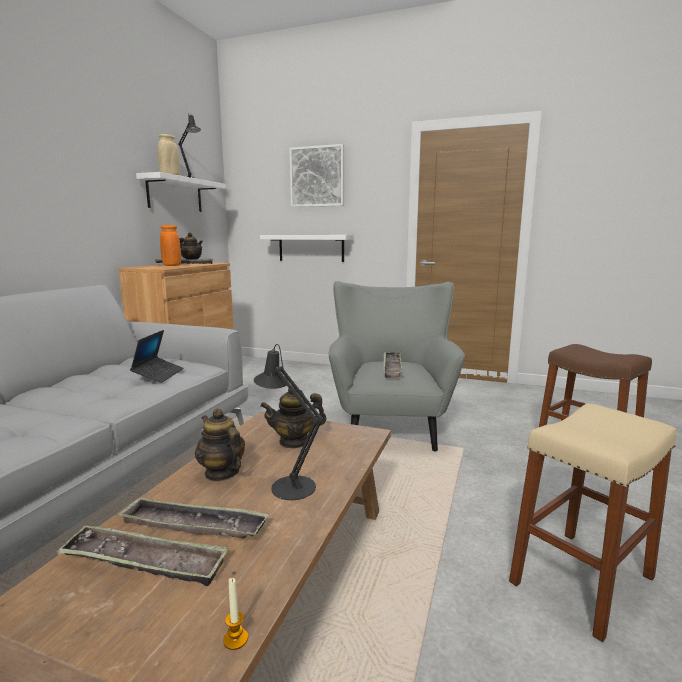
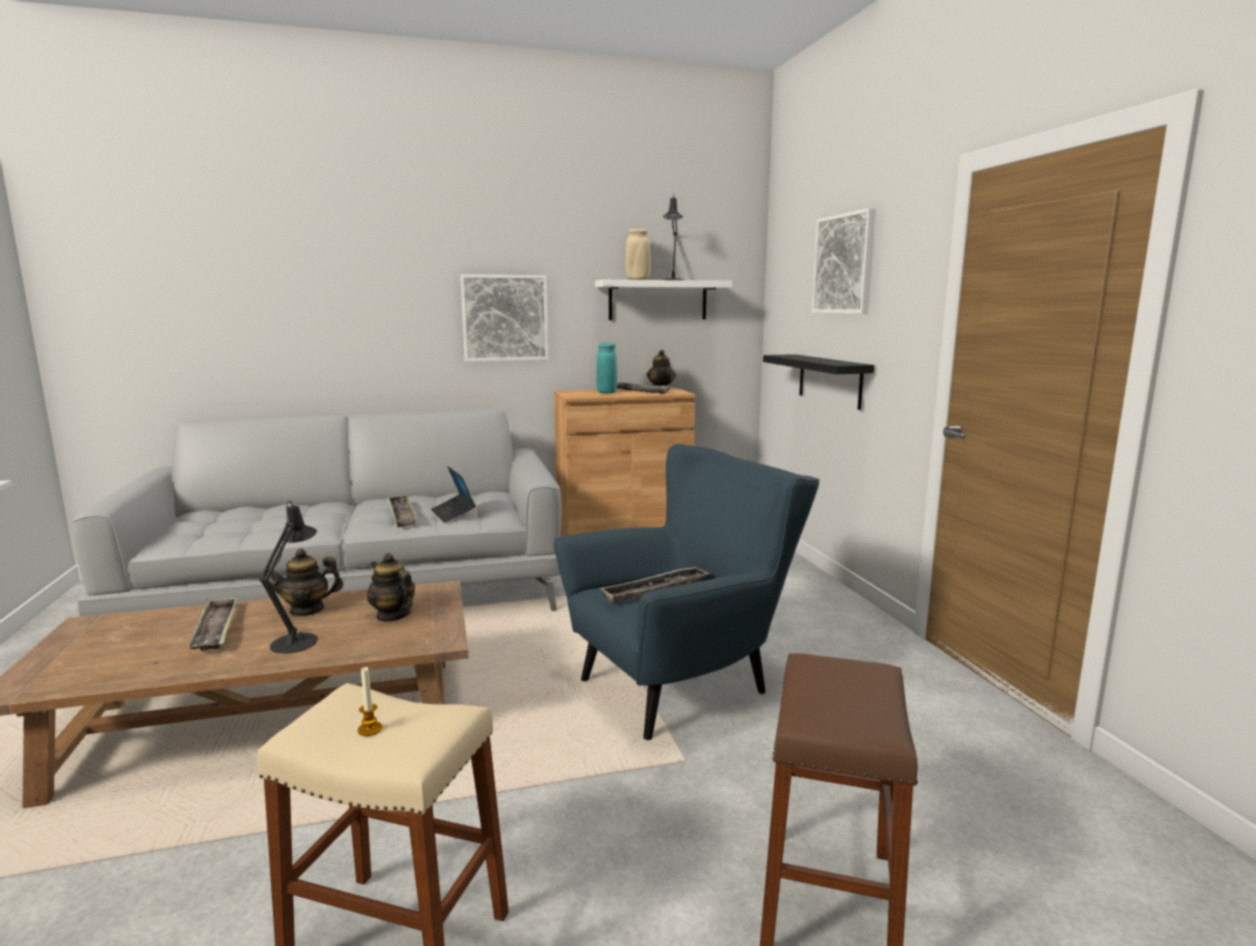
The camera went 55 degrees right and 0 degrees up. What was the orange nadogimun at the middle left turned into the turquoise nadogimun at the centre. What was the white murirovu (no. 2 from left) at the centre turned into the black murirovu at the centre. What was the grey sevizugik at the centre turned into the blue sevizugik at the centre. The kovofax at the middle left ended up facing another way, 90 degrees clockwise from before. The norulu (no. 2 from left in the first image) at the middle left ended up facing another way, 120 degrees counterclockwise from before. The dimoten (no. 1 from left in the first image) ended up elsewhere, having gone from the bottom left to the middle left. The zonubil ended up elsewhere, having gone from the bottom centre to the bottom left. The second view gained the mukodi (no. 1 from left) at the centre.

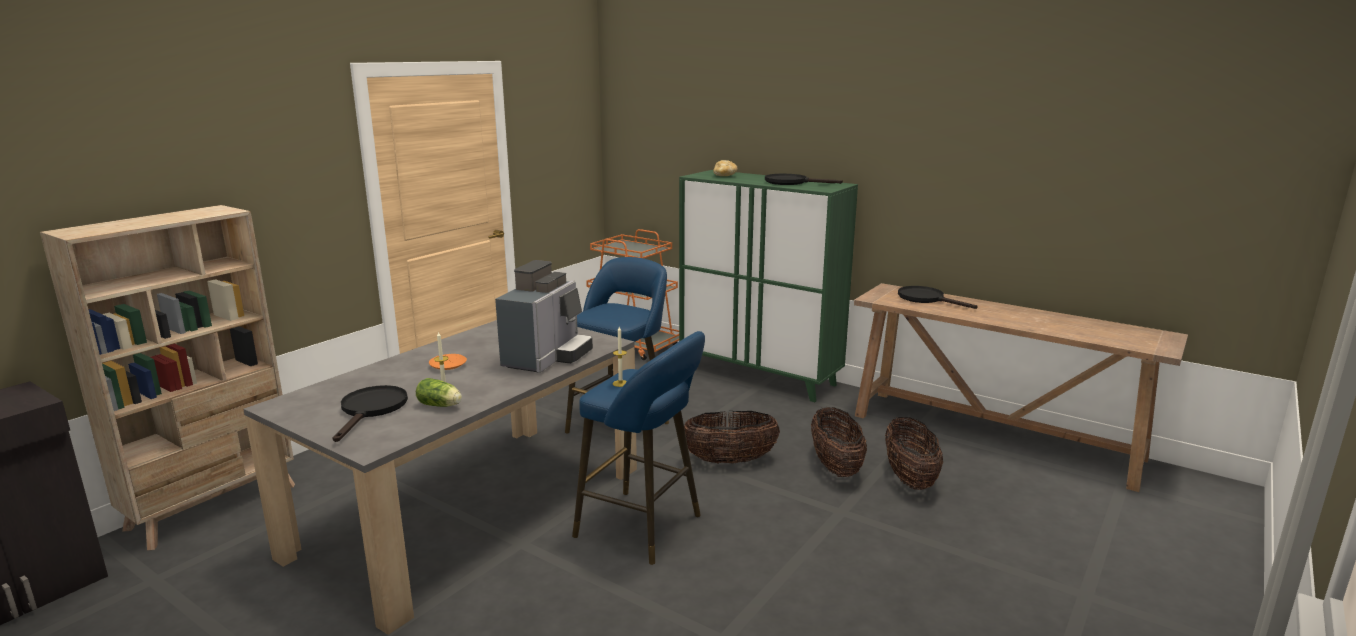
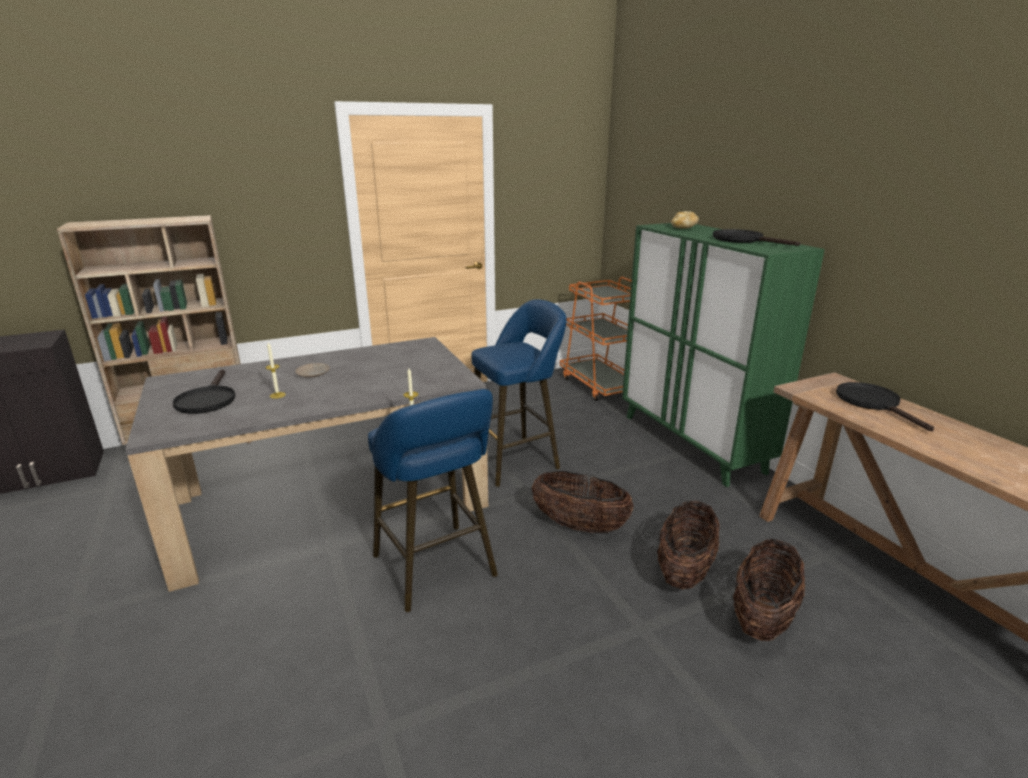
The camera went 30 degrees right and 5 degrees up. The second view lost the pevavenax at the centre. What was the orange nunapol at the middle left turned into the beige nunapol at the middle left. The second view lost the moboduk at the middle left. The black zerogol (no. 1 from left) at the middle left ended up facing another way, 135 degrees clockwise from before.

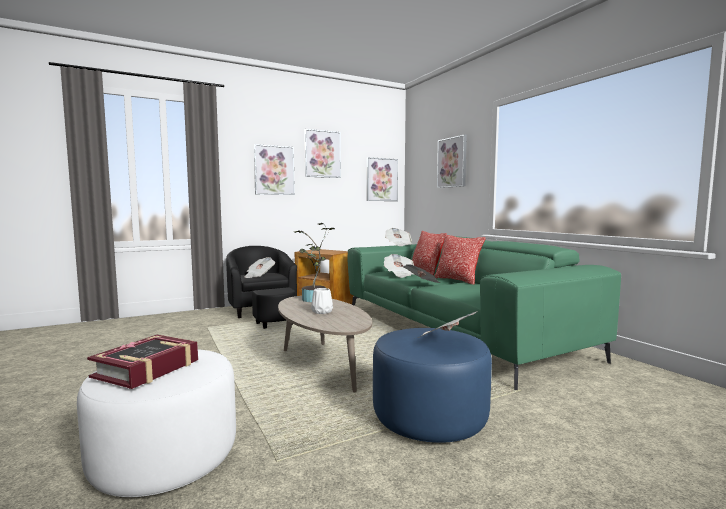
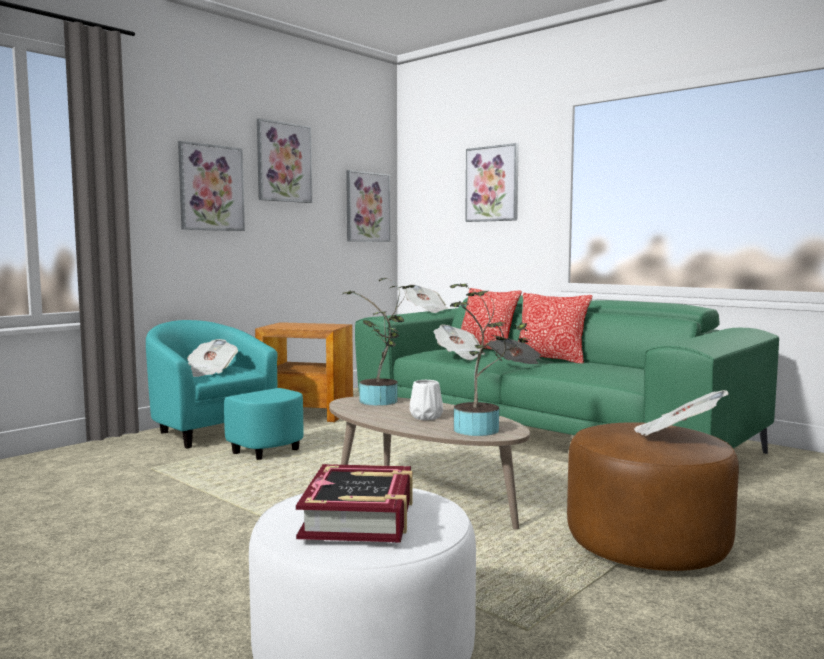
The camera went 20 degrees left and 0 degrees up. What was the black sevizugik at the centre turned into the turquoise sevizugik at the middle left. What was the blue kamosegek at the bottom centre turned into the brown kamosegek at the bottom right. The second view gained the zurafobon (no. 2 from left) at the centre.

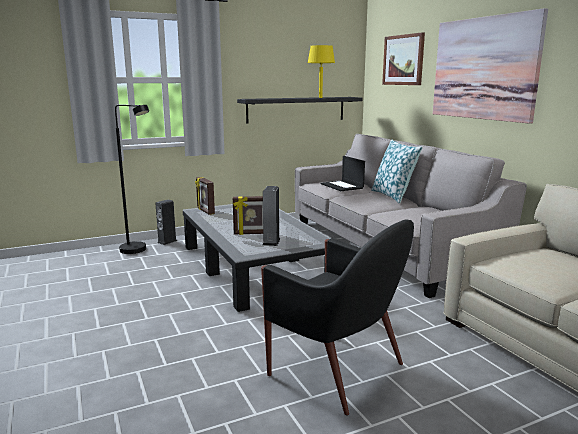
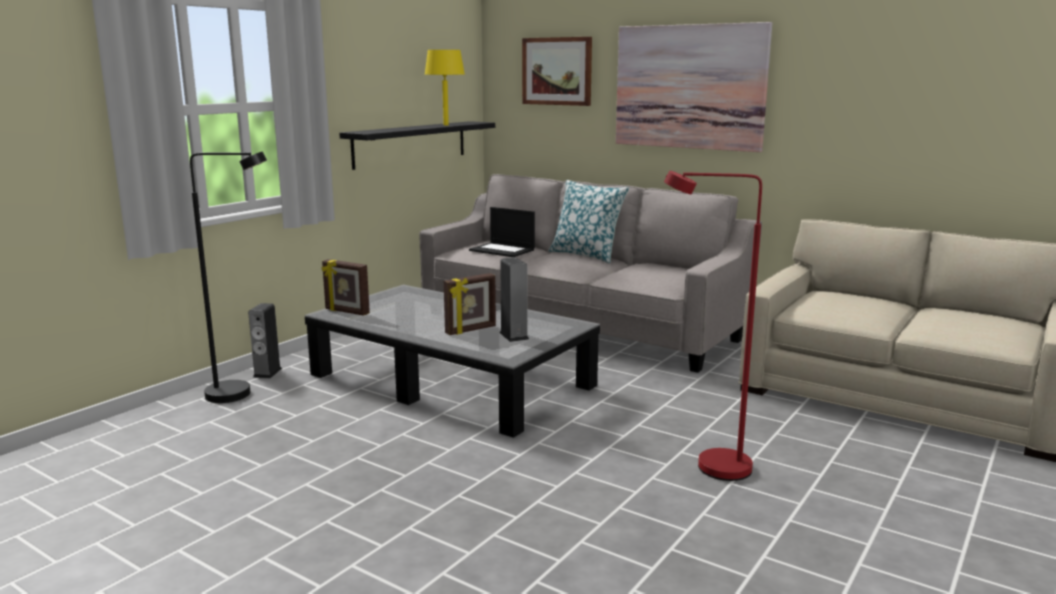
The camera went 30 degrees left and 0 degrees up. Where the black sevizugik stood at the bottom centre, the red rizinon came to stand at the middle right.

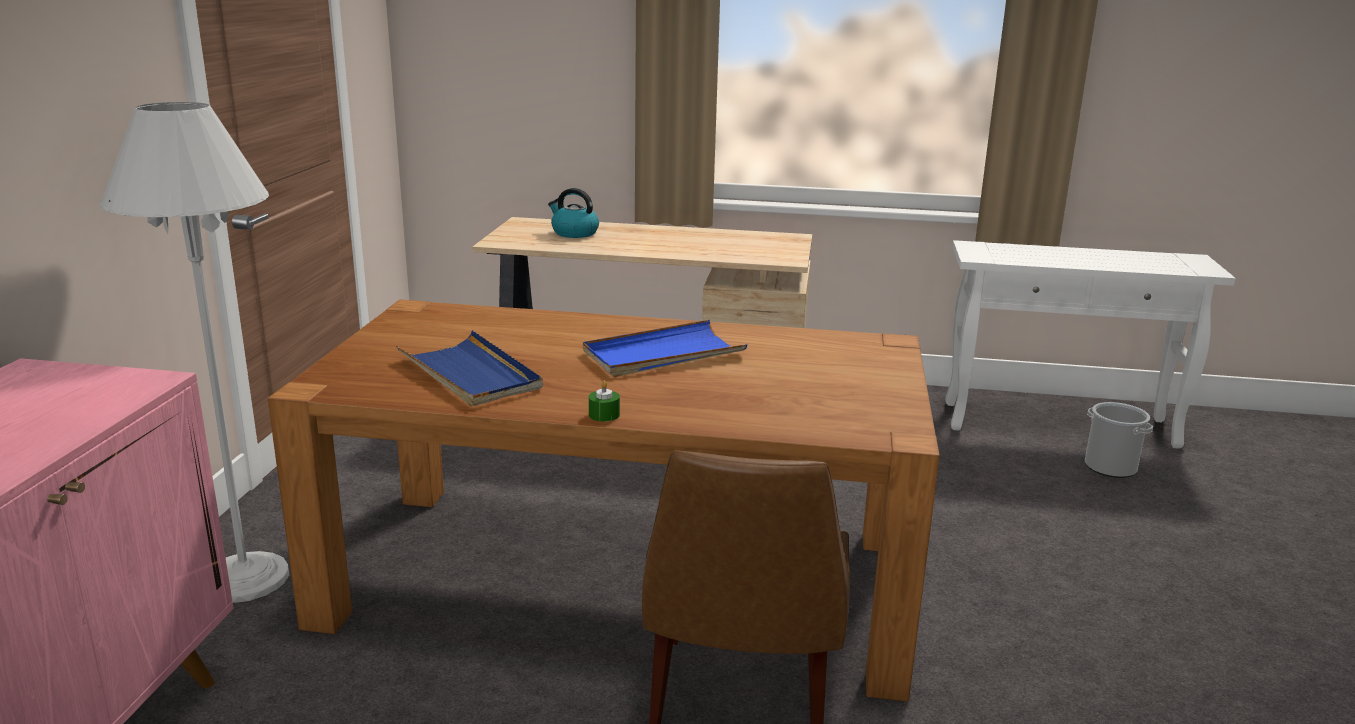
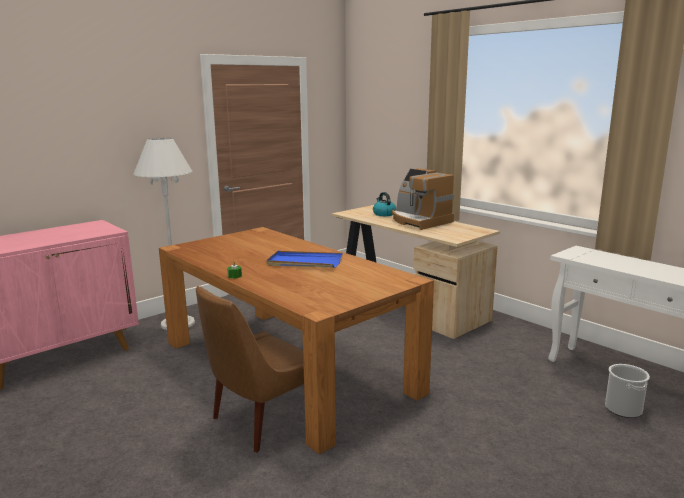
The camera went 40 degrees right and 5 degrees down. The second view lost the blue dimoten (no. 1 from left) at the centre. The second view gained the pevavenax at the centre.

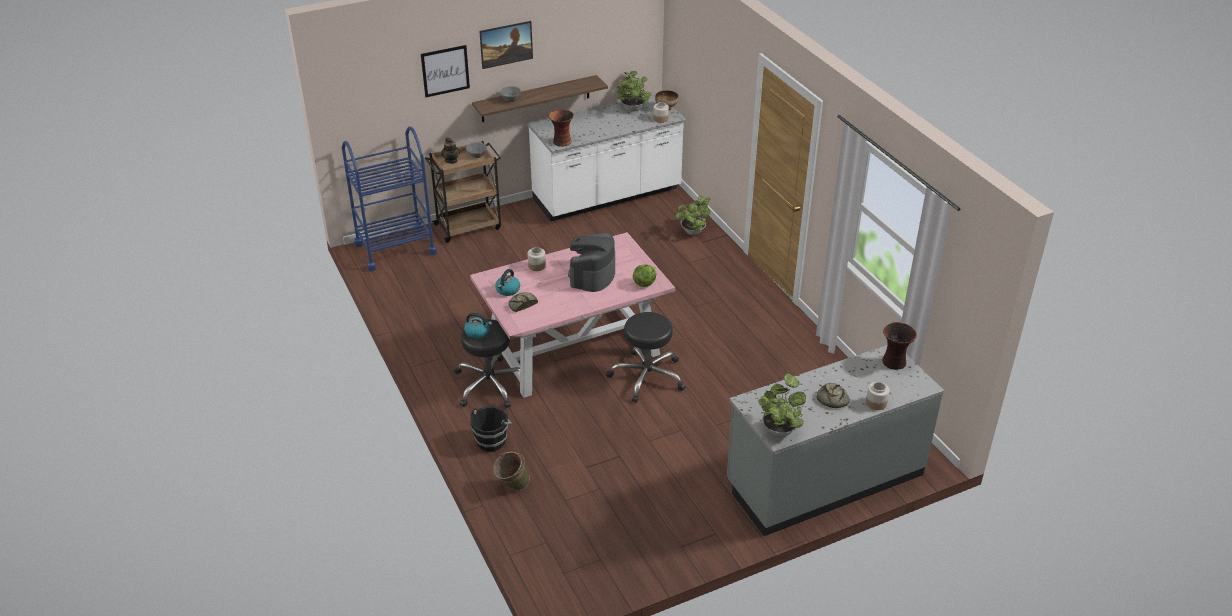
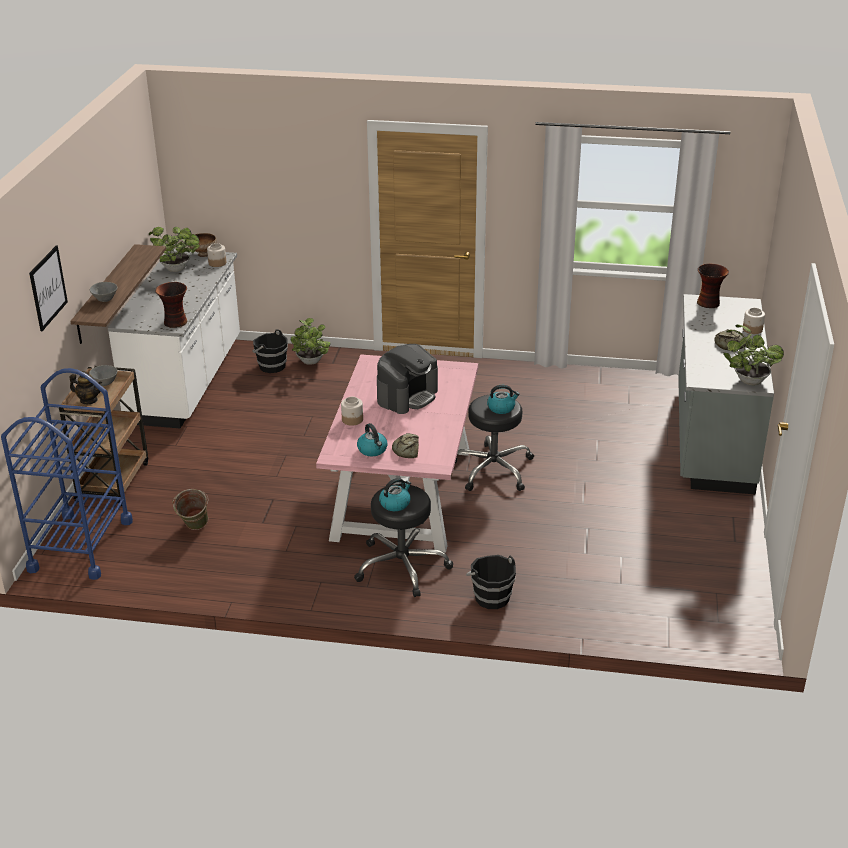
The camera went 55 degrees left and 5 degrees down. The second view lost the mukodi (no. 2 from left) at the top centre. The pevavenax at the centre ended up facing another way, 105 degrees counterclockwise from before. The second view lost the moboduk at the centre. The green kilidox ended up elsewhere, having gone from the bottom centre to the middle left. The second view gained the black kilidox (no. 1 from left) at the middle left. The second view gained the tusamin (no. 3 from left) at the centre.

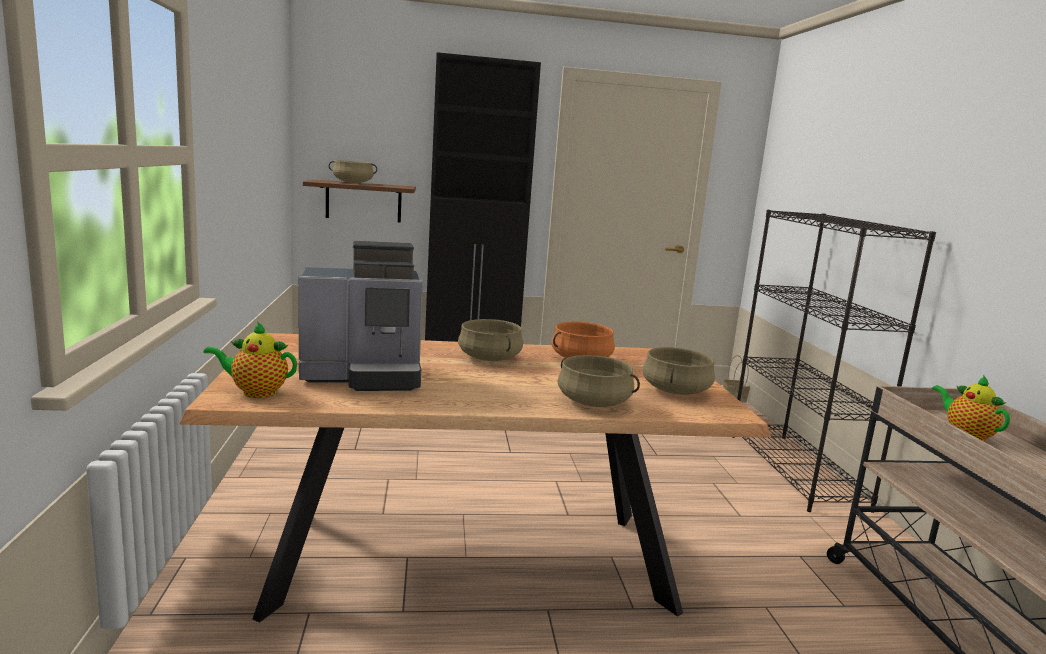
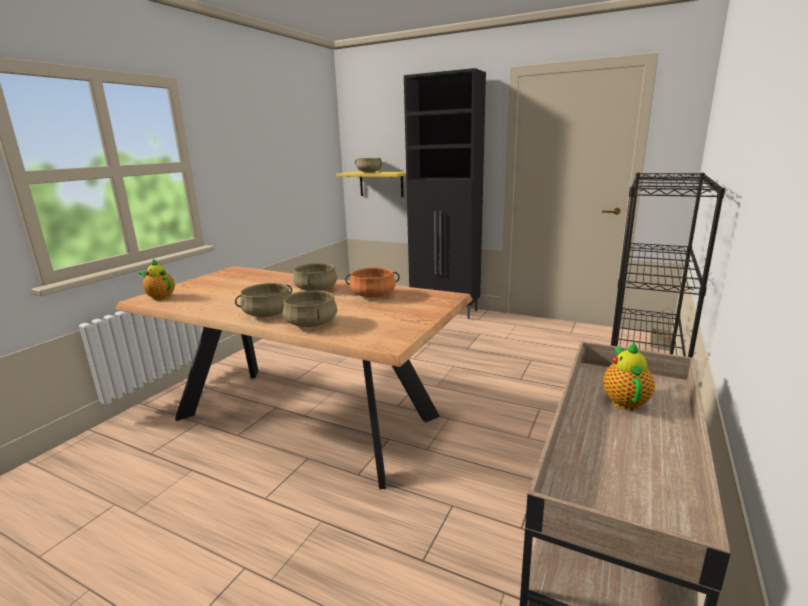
The camera went 35 degrees right and 5 degrees up. What was the brown murirovu at the top centre turned into the yellow murirovu at the top centre. The second view lost the pevavenax at the centre. The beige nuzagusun (no. 4 from left in the first image) ended up elsewhere, having gone from the centre to the middle left.

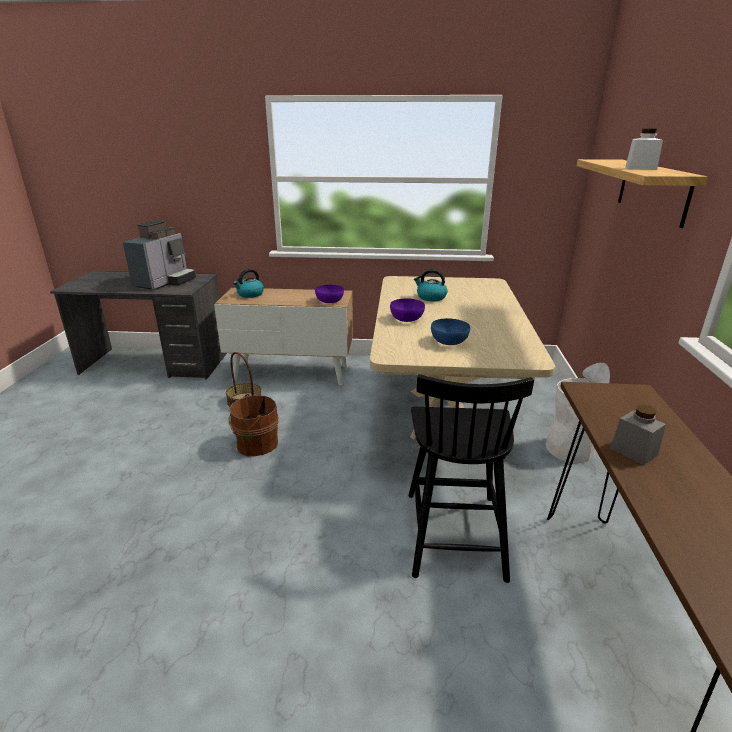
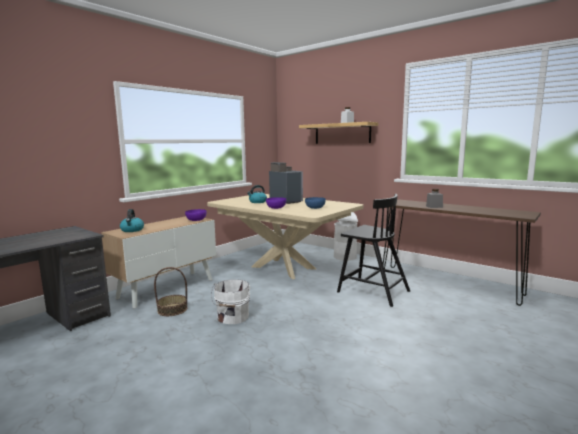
The camera went 55 degrees left and 15 degrees down. The pevavenax ended up elsewhere, having gone from the middle left to the centre. What was the brown kilidox at the centre turned into the white kilidox at the bottom centre.

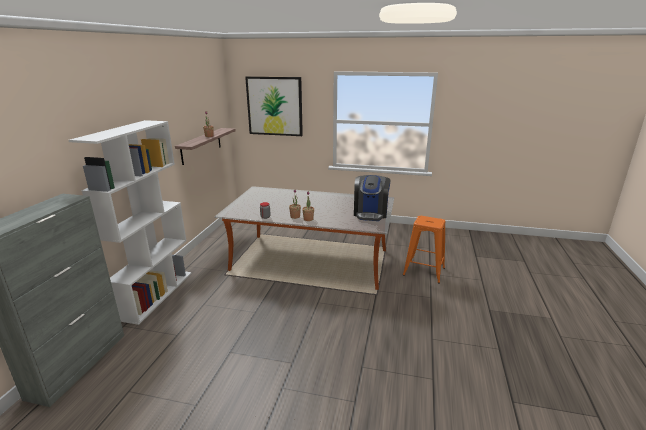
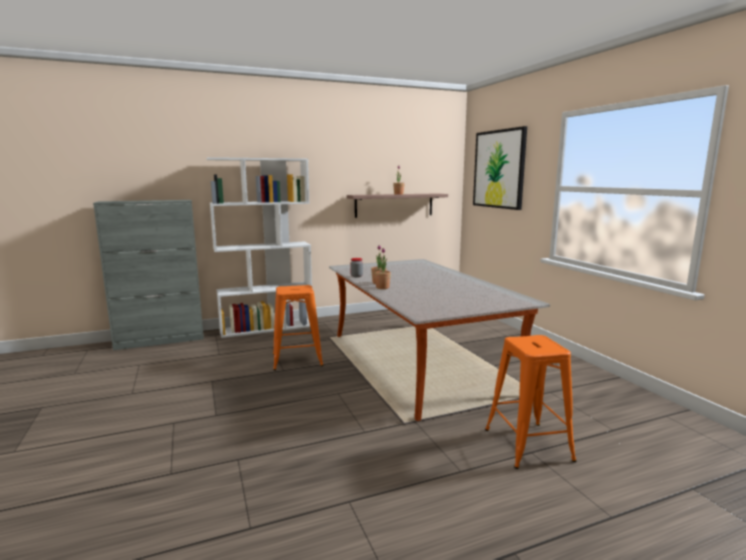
The camera went 55 degrees right and 10 degrees down. The second view lost the pevavenax at the centre. The second view gained the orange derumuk (no. 1 from left) at the centre.

